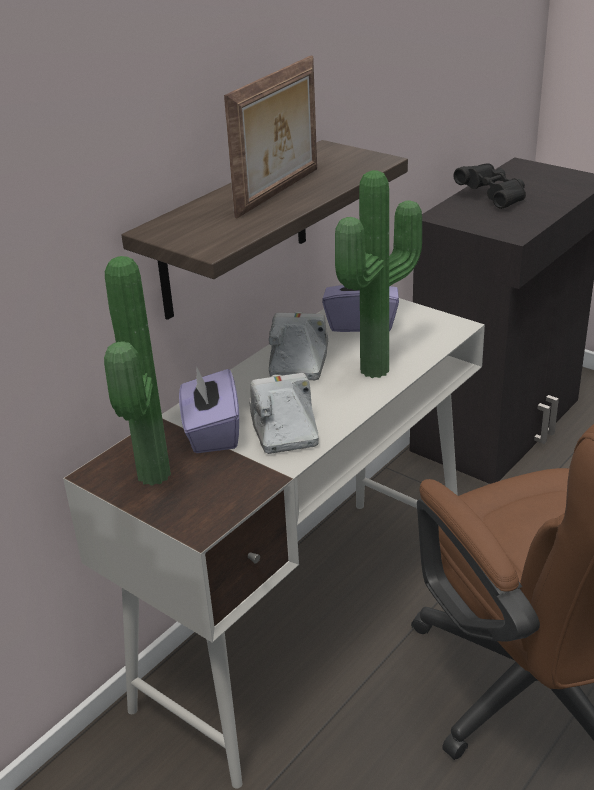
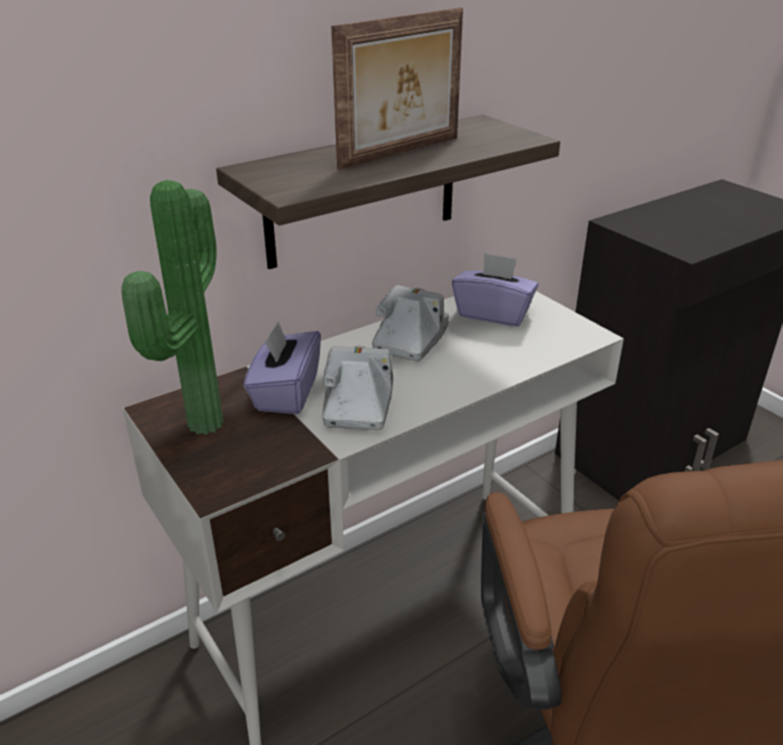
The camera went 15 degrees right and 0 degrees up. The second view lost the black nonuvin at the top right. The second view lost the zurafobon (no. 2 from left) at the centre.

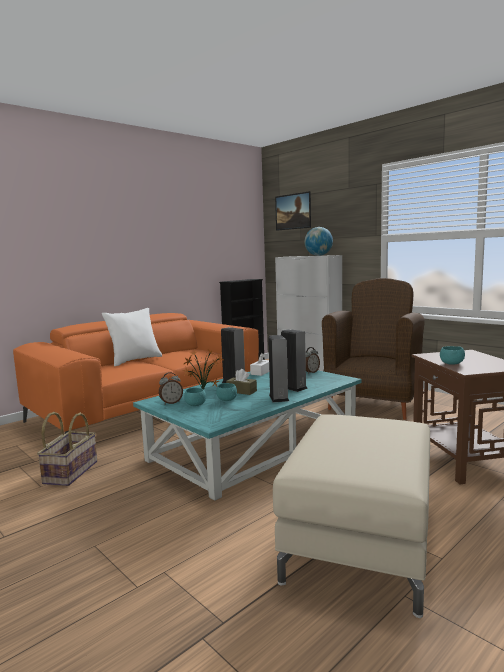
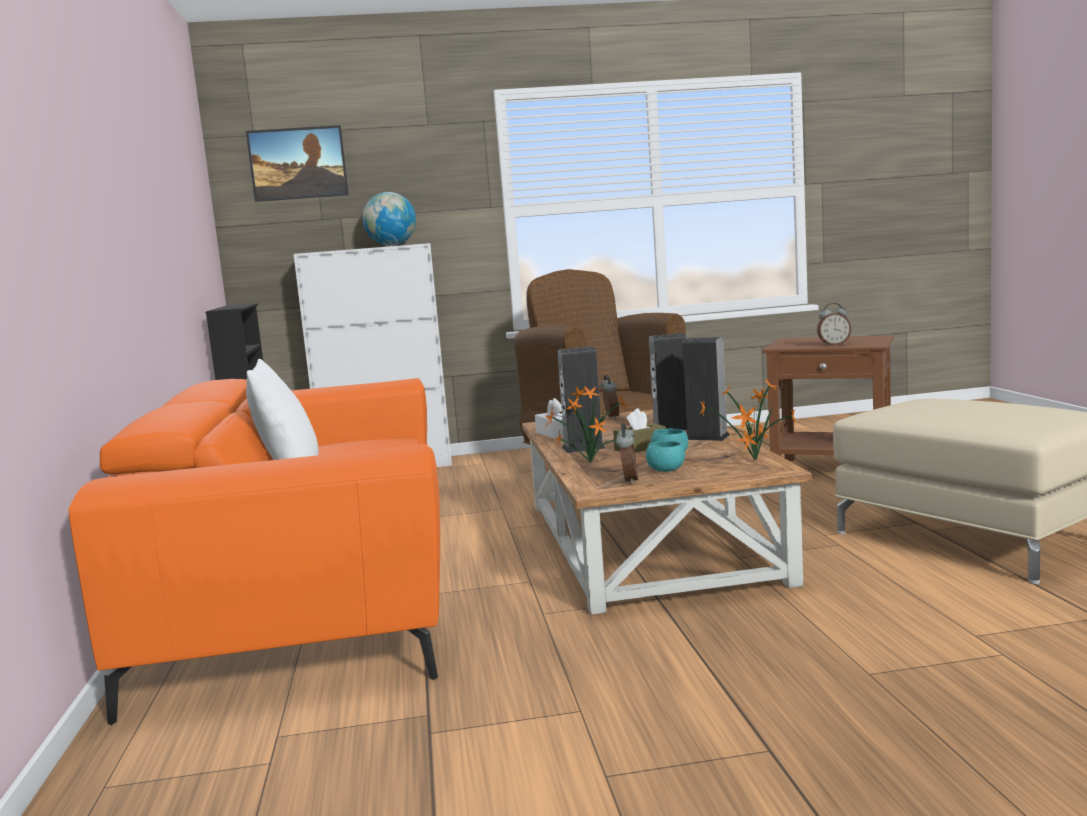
The camera went 55 degrees left and 0 degrees up. Where the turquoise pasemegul (no. 3 from left) stood at the middle right, the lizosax (no. 3 from left) came to stand at the middle right. What was the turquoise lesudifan at the centre turned into the brown lesudifan at the centre. The second view lost the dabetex at the bottom left. The second view gained the zurafobon (no. 2 from left) at the middle right.

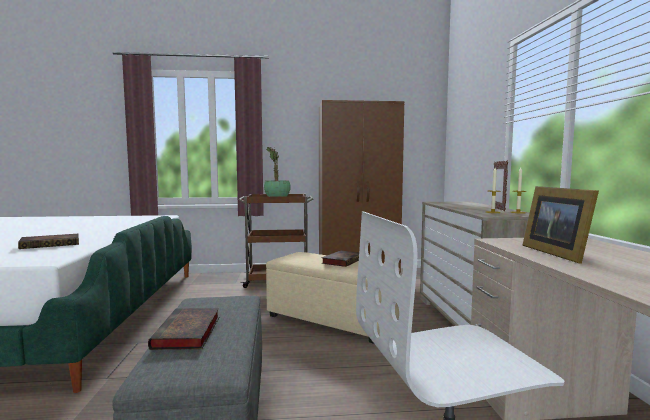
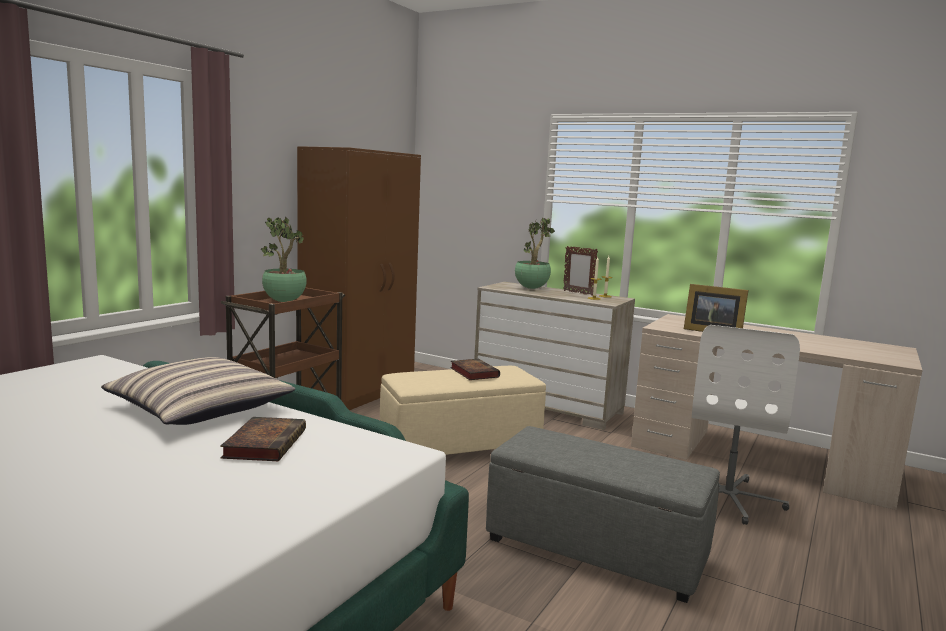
The camera went 55 degrees left and 5 degrees up. The second view lost the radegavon (no. 2 from left) at the bottom left. The second view gained the zurafobon (no. 2 from left) at the centre. The second view gained the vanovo at the middle left.

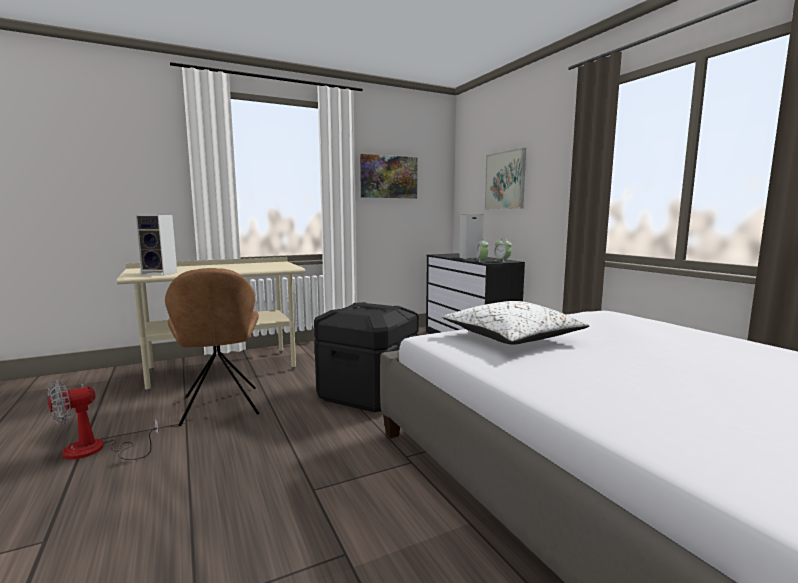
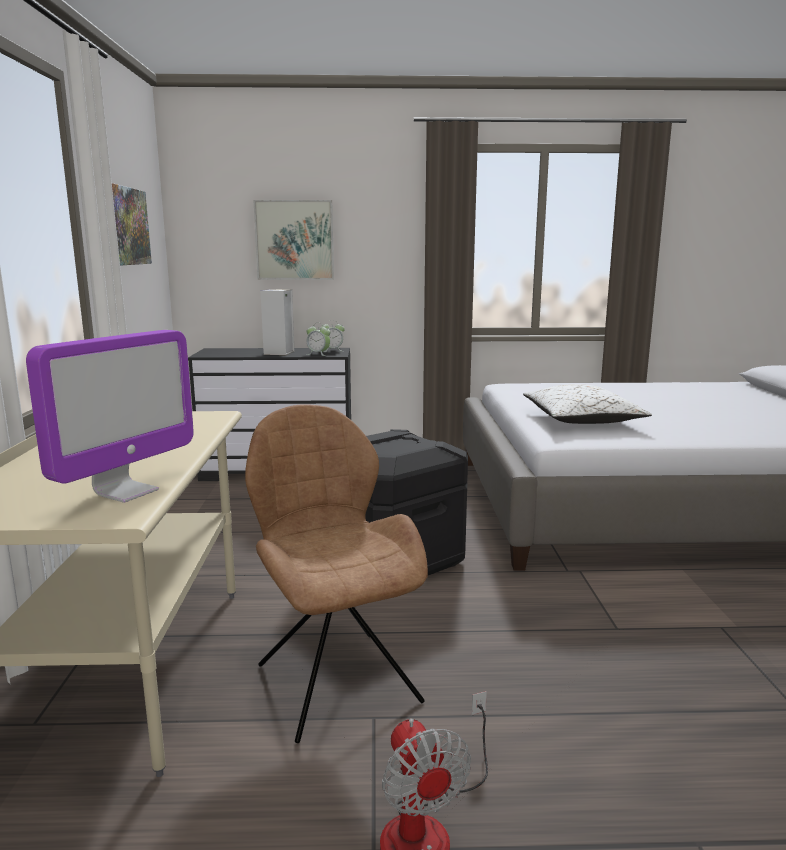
The camera went 65 degrees left and 5 degrees up. Where the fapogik (no. 1 from left) stood at the middle left, the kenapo came to stand at the middle left. The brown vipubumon at the middle left ended up facing another way, 120 degrees counterclockwise from before.

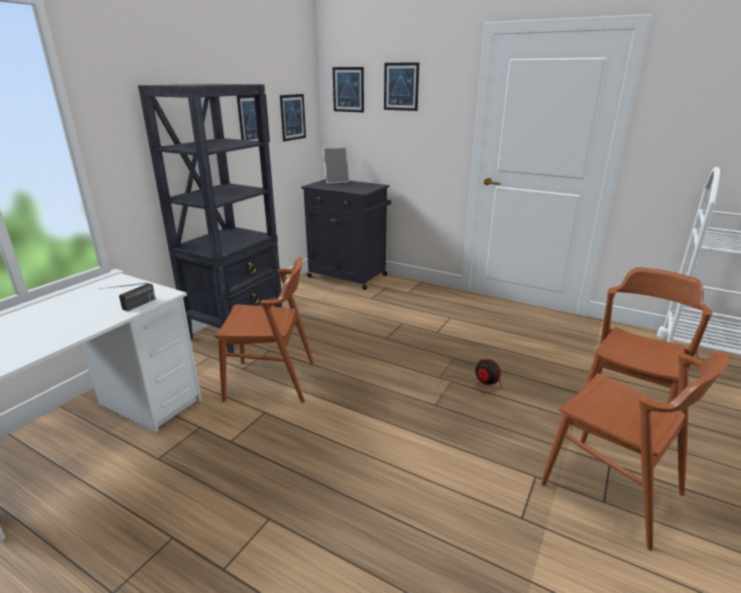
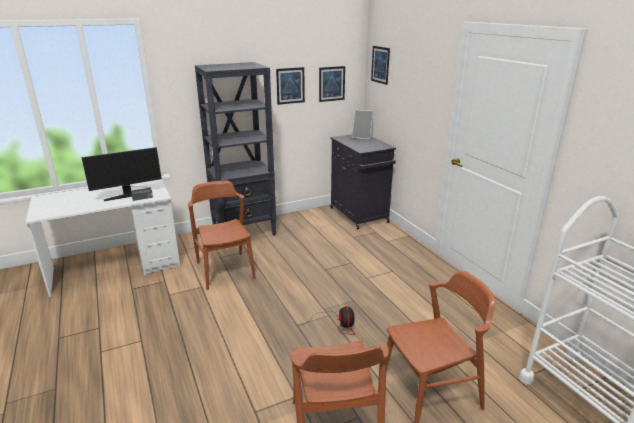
The camera went 35 degrees right and 0 degrees up. The second view lost the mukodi (no. 4 from left) at the top centre. The brown vipubumon (no. 1 from left) at the centre ended up facing another way, 150 degrees counterclockwise from before. The second view gained the kenapo at the middle left.

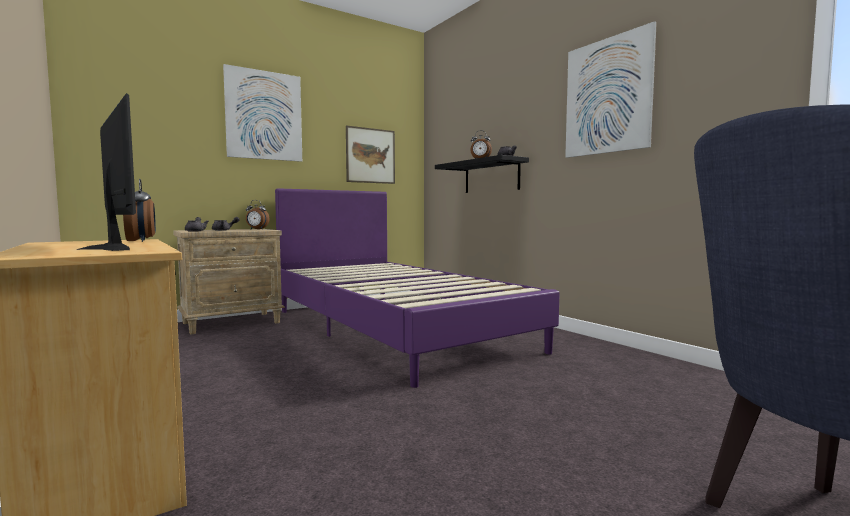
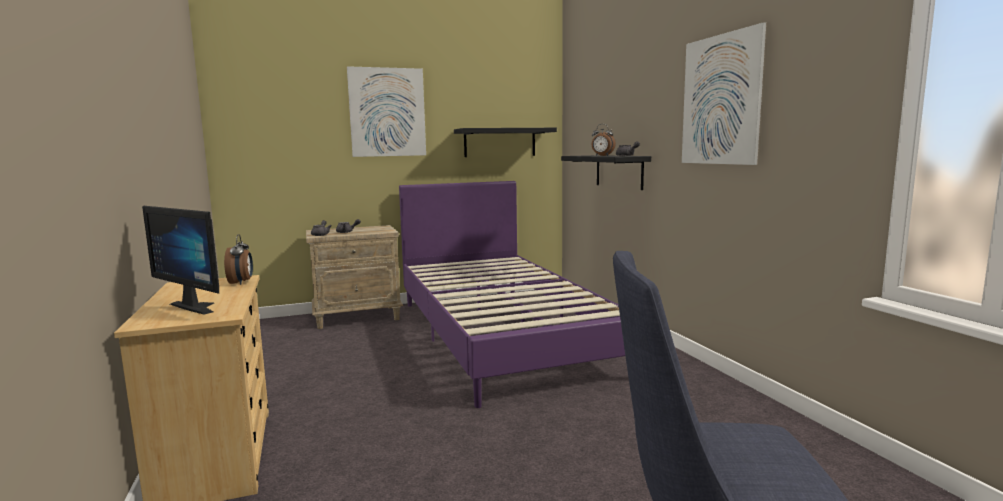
The camera went 15 degrees right and 5 degrees up. The kenapo at the middle left ended up facing another way, 150 degrees clockwise from before. Where the mukodi (no. 2 from left) hung at the top centre, the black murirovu (no. 1 from left) came to hang at the top centre. The second view lost the lizosax (no. 2 from left) at the middle left.

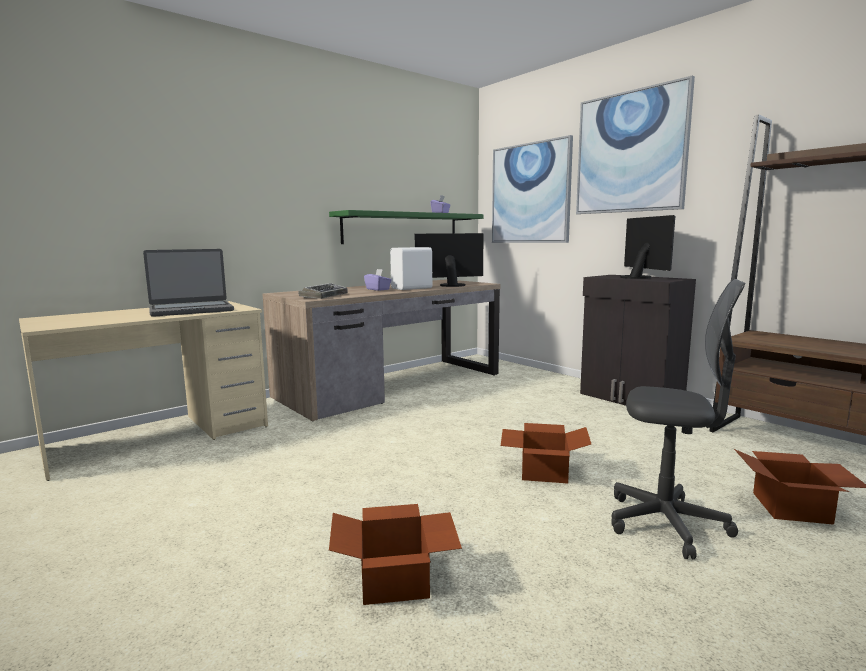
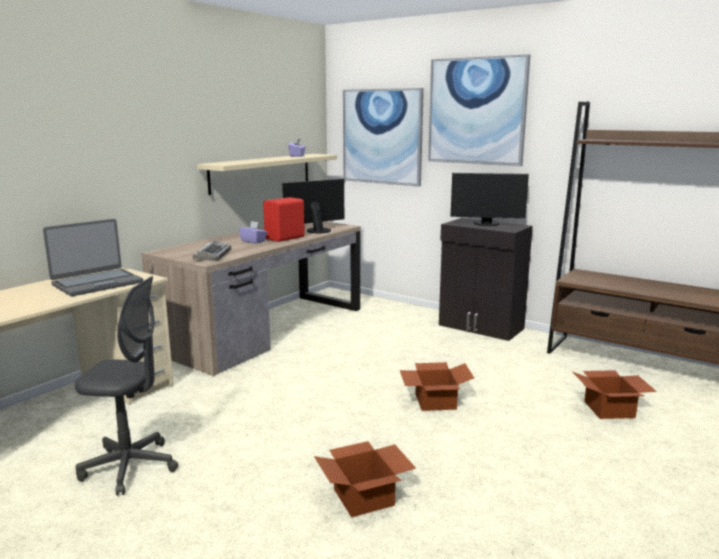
The camera went 15 degrees left and 5 degrees up. What was the green murirovu at the centre turned into the beige murirovu at the top centre. The kenapo (no. 2 from left) at the middle right ended up facing another way, 120 degrees clockwise from before. What was the white fapogik at the centre turned into the red fapogik at the centre. The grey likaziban ended up elsewhere, having gone from the middle right to the bottom left.

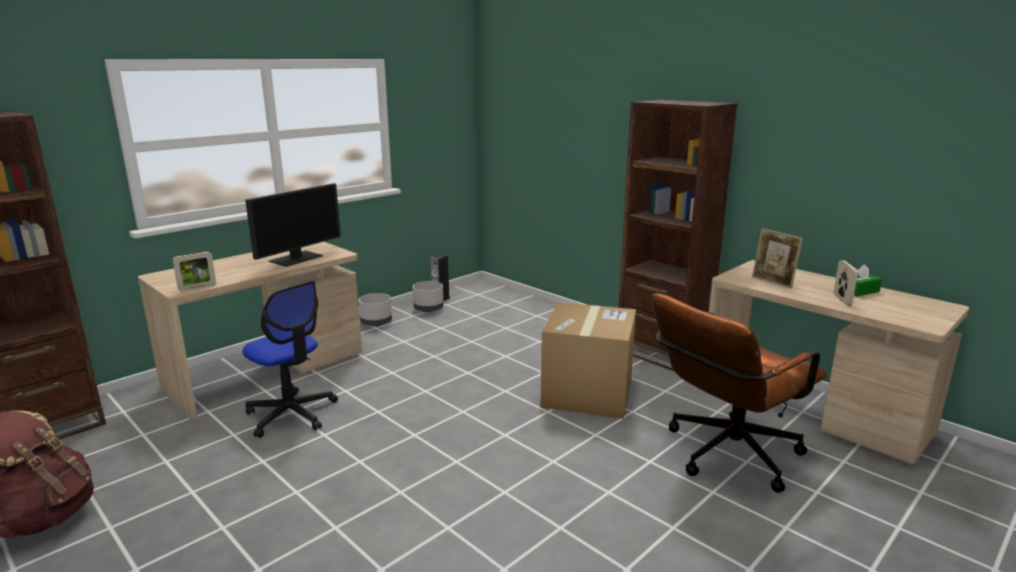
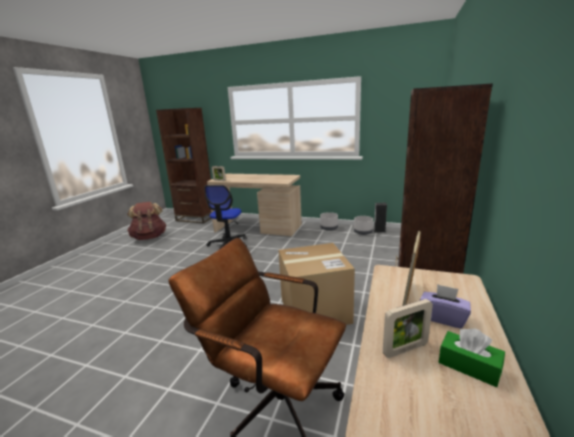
The camera went 65 degrees right and 0 degrees up. The second view lost the kenapo at the middle left. The second view gained the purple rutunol at the bottom right.

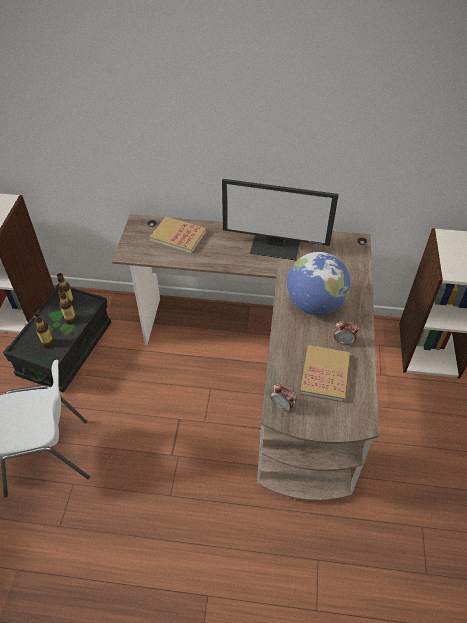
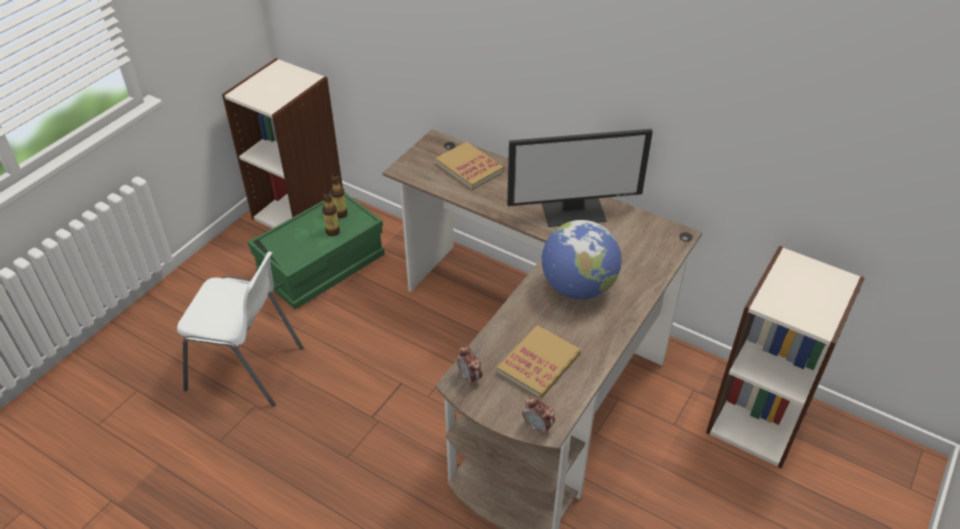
The camera went 25 degrees right and 5 degrees down. The kenapo at the centre ended up facing another way, 45 degrees counterclockwise from before. What was the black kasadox at the middle left turned into the green kasadox at the middle left. The second view lost the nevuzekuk (no. 1 from left) at the middle left. The lizosax (no. 2 from left) ended up elsewhere, having gone from the middle right to the bottom centre.

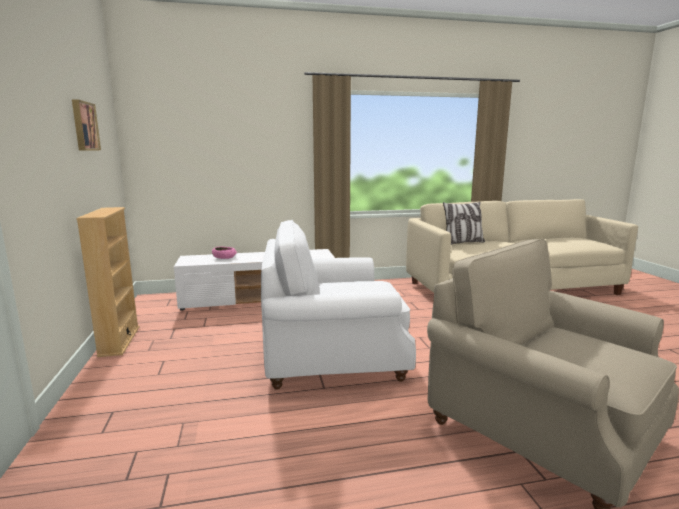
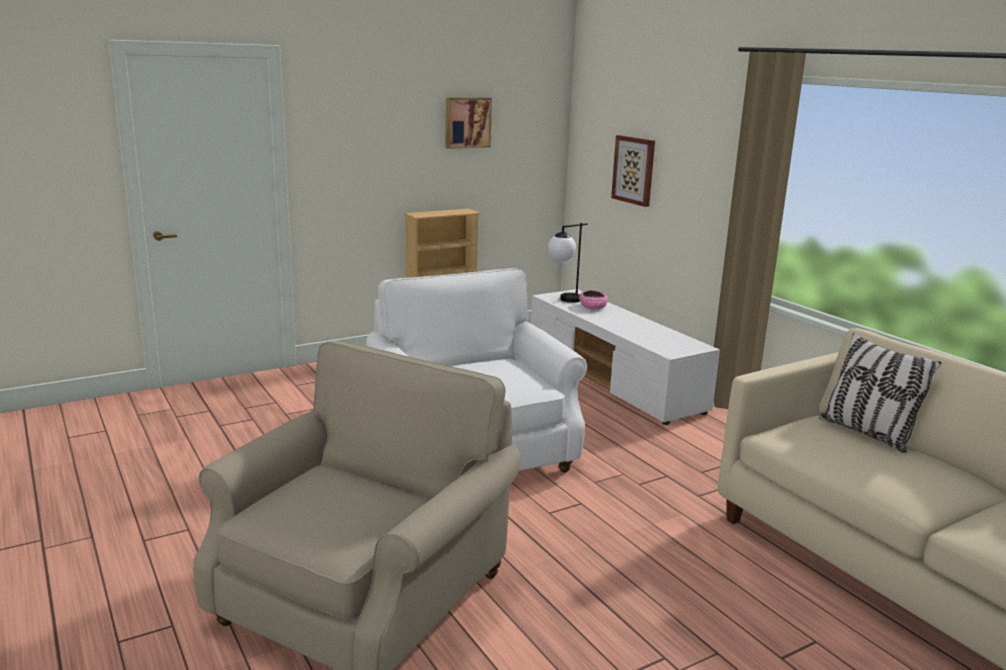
The camera went 70 degrees right and 5 degrees up. The second view gained the mukodi (no. 2 from left) at the top centre. The second view gained the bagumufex at the centre.

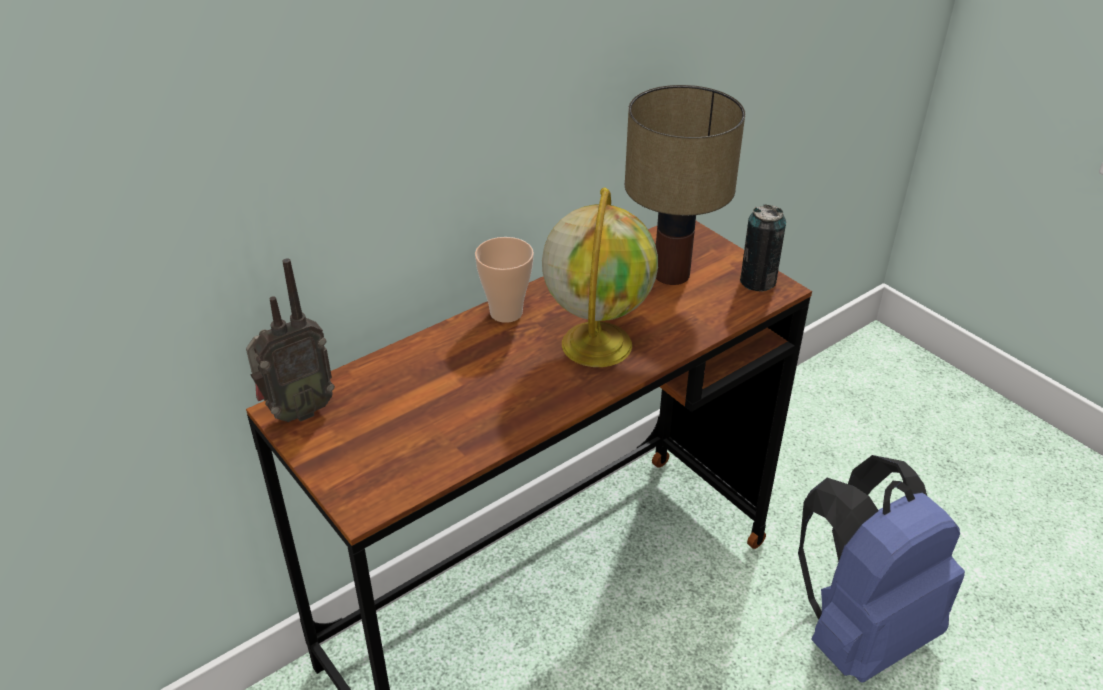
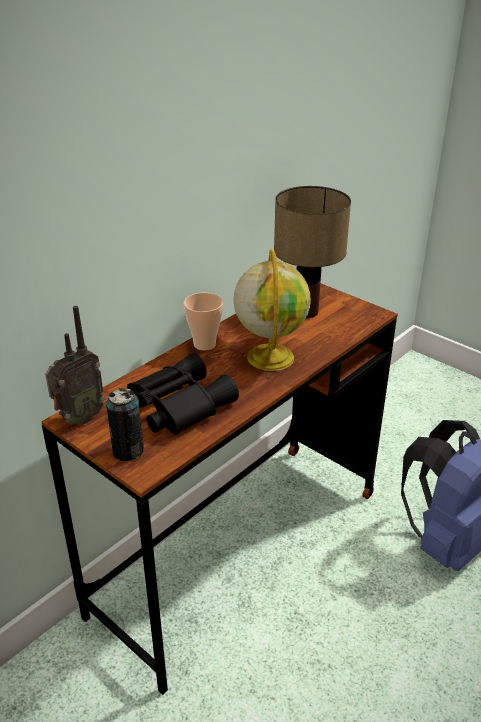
The camera went 10 degrees left and 5 degrees down. The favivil ended up elsewhere, having gone from the middle right to the middle left. The second view gained the black nonuvin at the centre.

